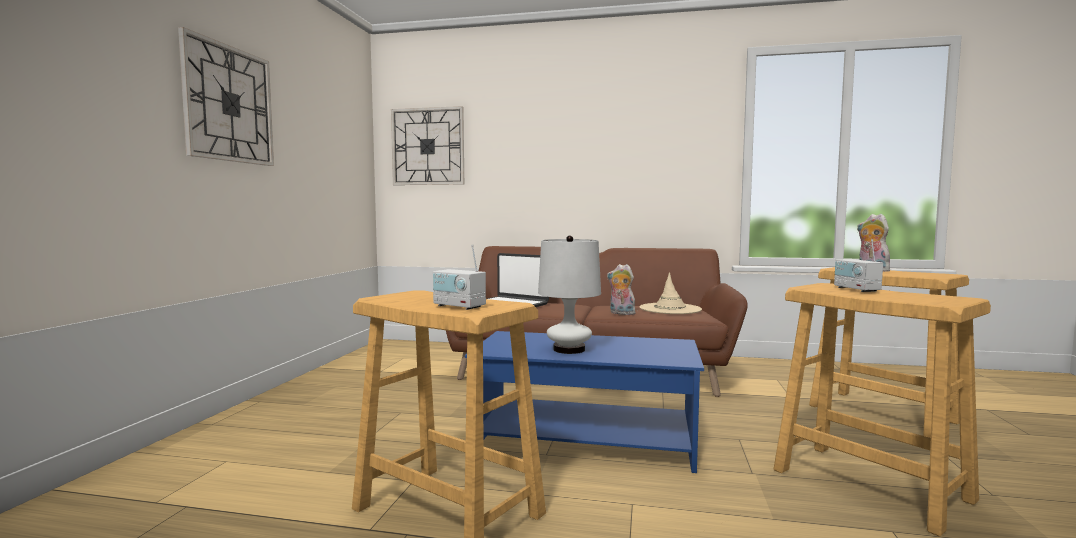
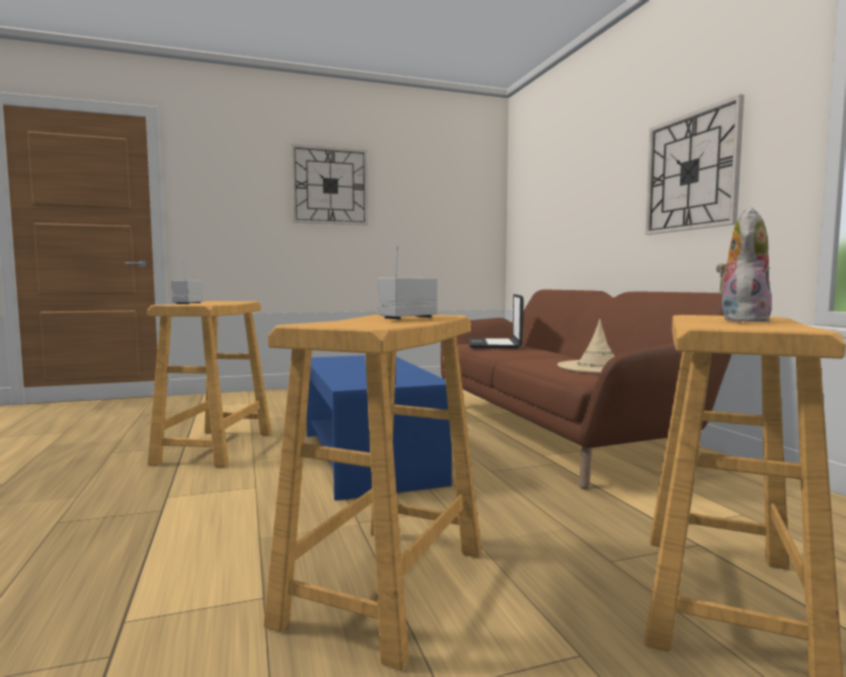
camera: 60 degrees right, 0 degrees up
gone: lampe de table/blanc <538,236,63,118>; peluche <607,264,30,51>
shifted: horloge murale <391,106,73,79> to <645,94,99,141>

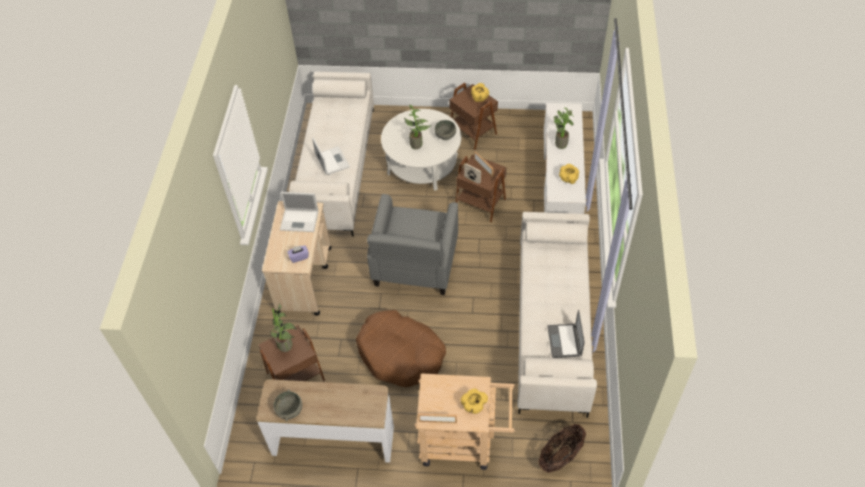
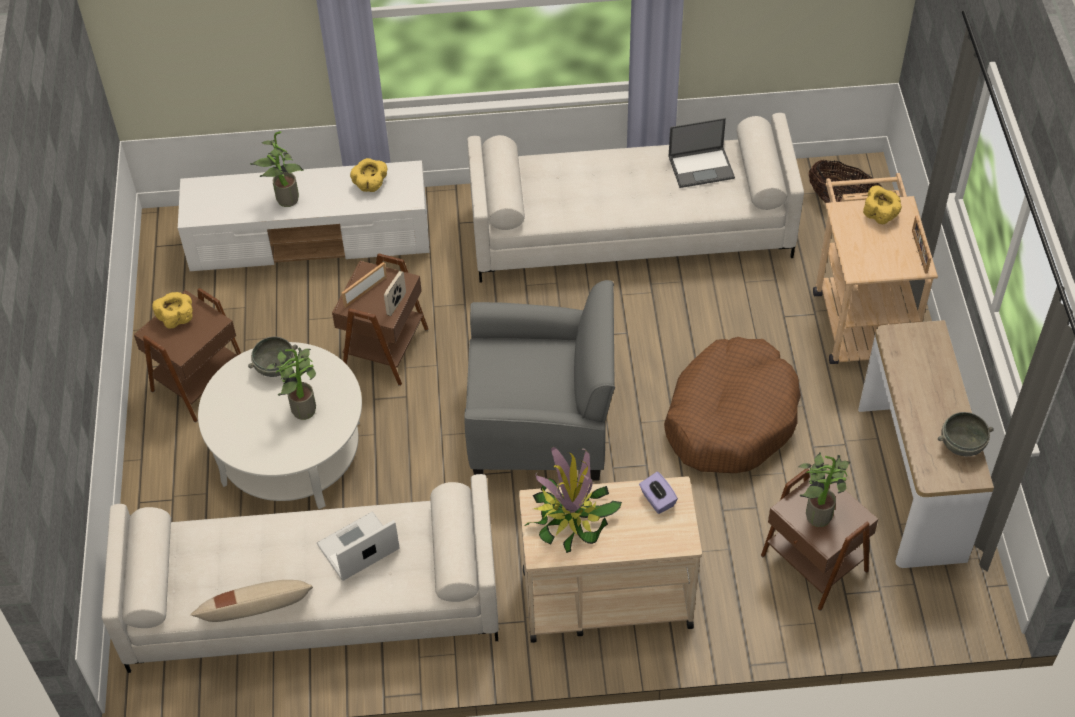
camera: 100 degrees left, 0 degrees up
new: coussin/beige <190,580,123,42>
swapped: ordinateur portable <280,192,38,40> to plante en pot <524,447,98,106>

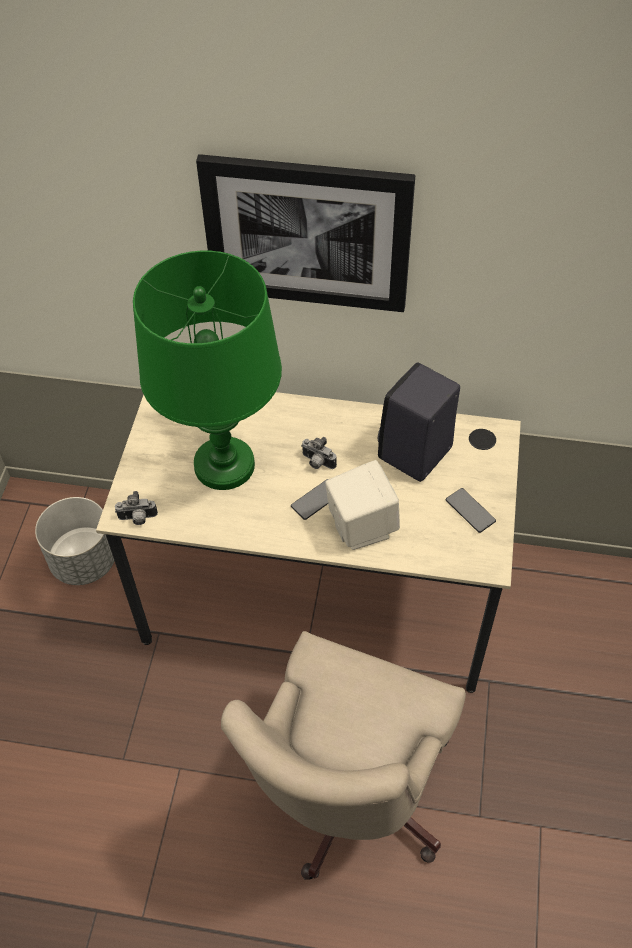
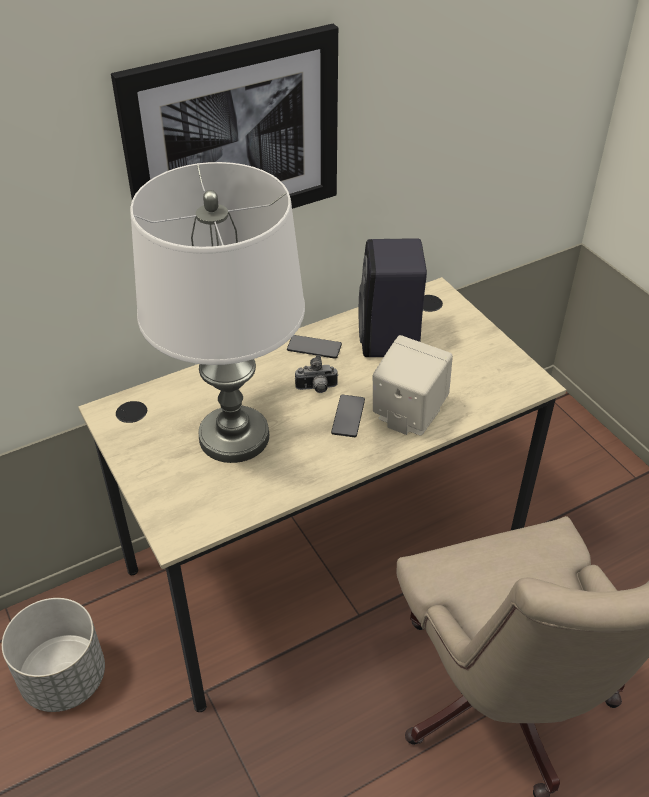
camera: 40 degrees left, 10 degrees down
gone: appareil photo <115,491,43,34>
shifted: téléphone <446,488,50,45> to <287,335,55,24>
repainted: lampe de table/vert <133,251,149,239> to lampe de table/blanc <130,162,175,301>

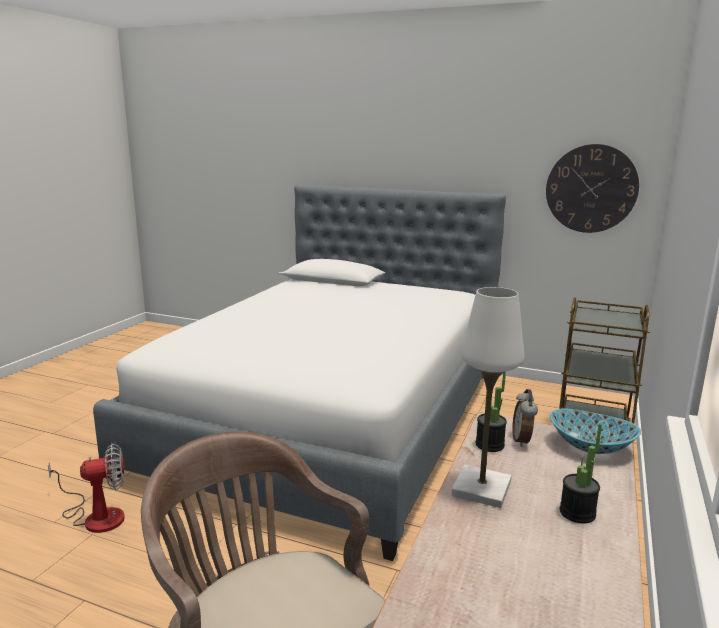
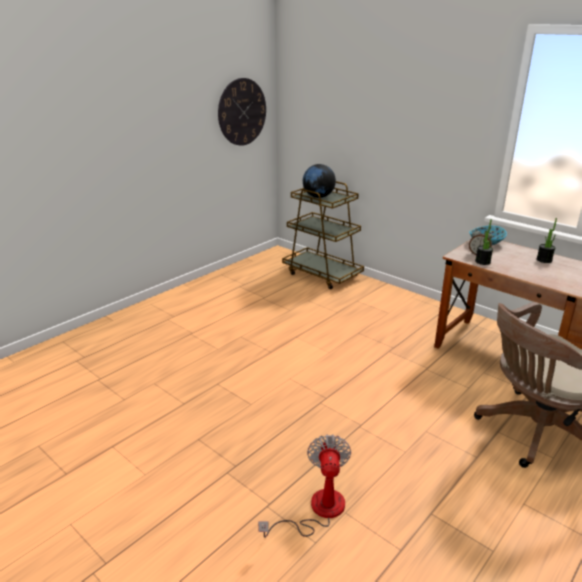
camera: 70 degrees left, 10 degrees up
gone: lit <93,184,413,377>; lampe de table/blanc <451,287,73,221>
new: globe <303,164,33,34>

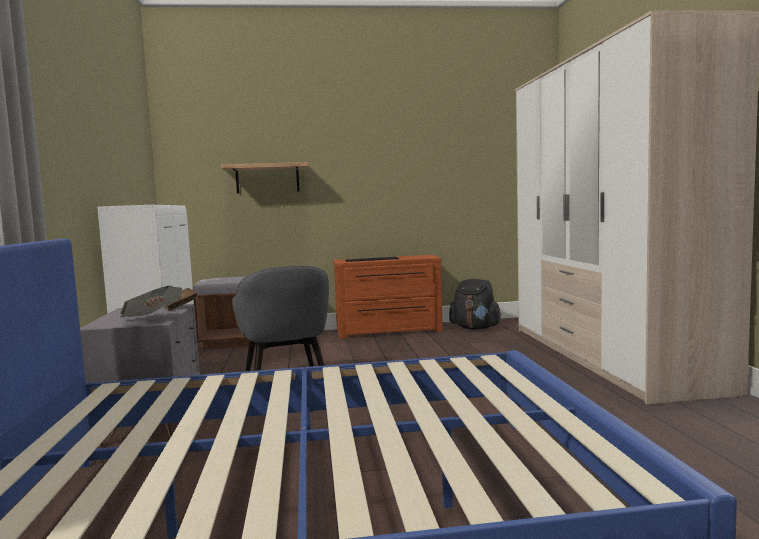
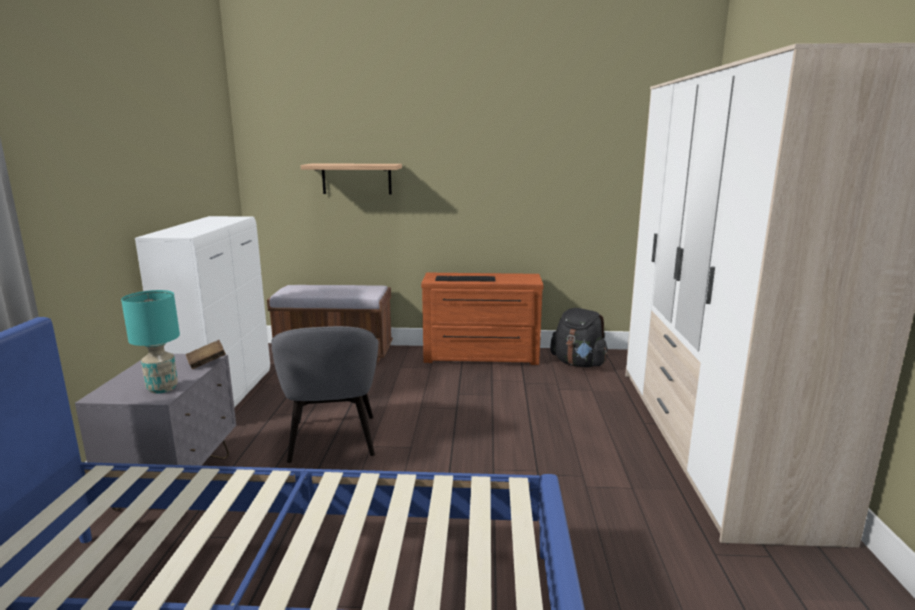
camera: 10 degrees right, 10 degrees up
swapped: journal <120,286,62,31> to lampe de table/turquoise <121,290,59,104>

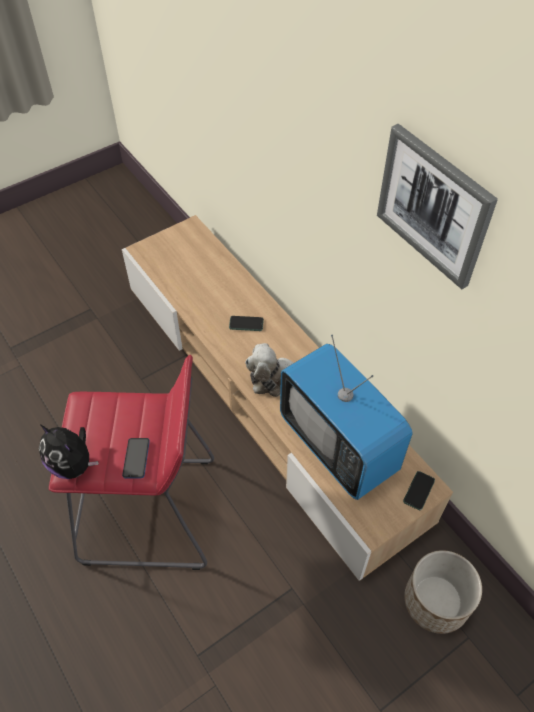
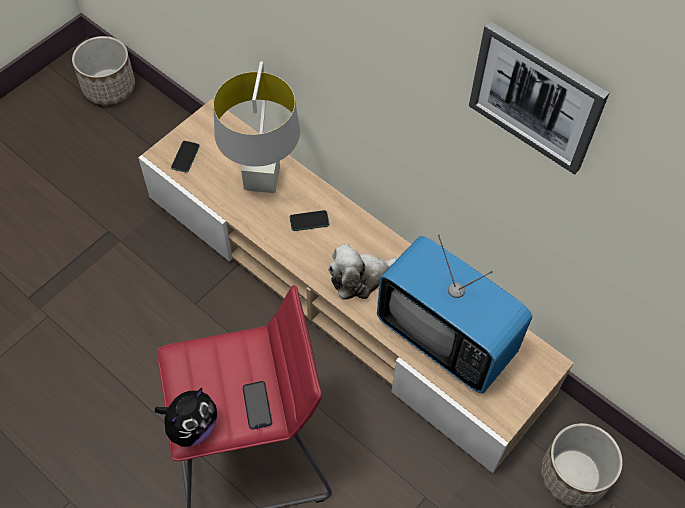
camera: 15 degrees left, 5 degrees up
new: cache-pot <72,36,63,69>; lampe de table/gris <213,61,87,132>
shifted: téléphone <403,471,32,39> to <171,141,29,32>
rotated: peluche <39,425,60,54> = <155,388,62,59> 75 degrees counterclockwise

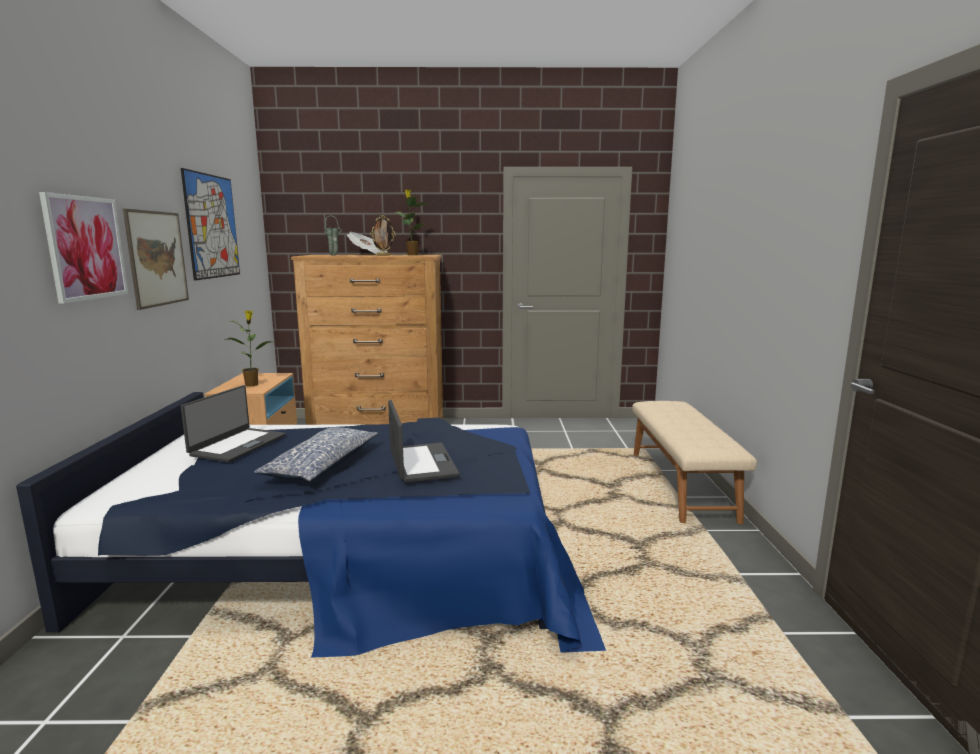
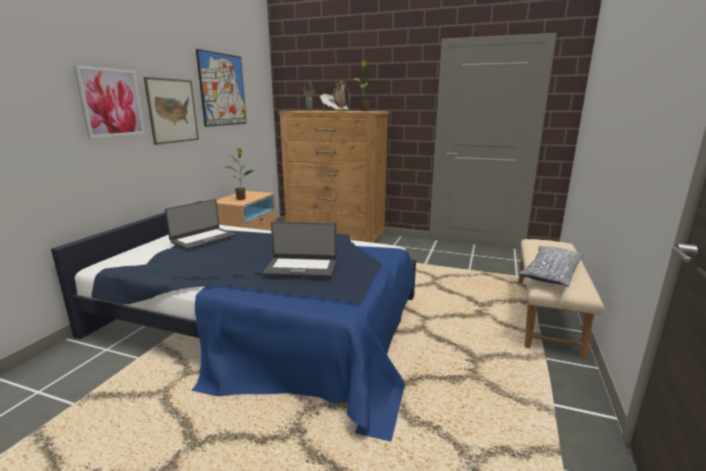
camera: 20 degrees right, 5 degrees up
shifted: coussin <254,427,124,55> to <518,246,65,41>
rotated: ordinateur portable <388,400,71,82> = <263,222,73,55> 90 degrees clockwise

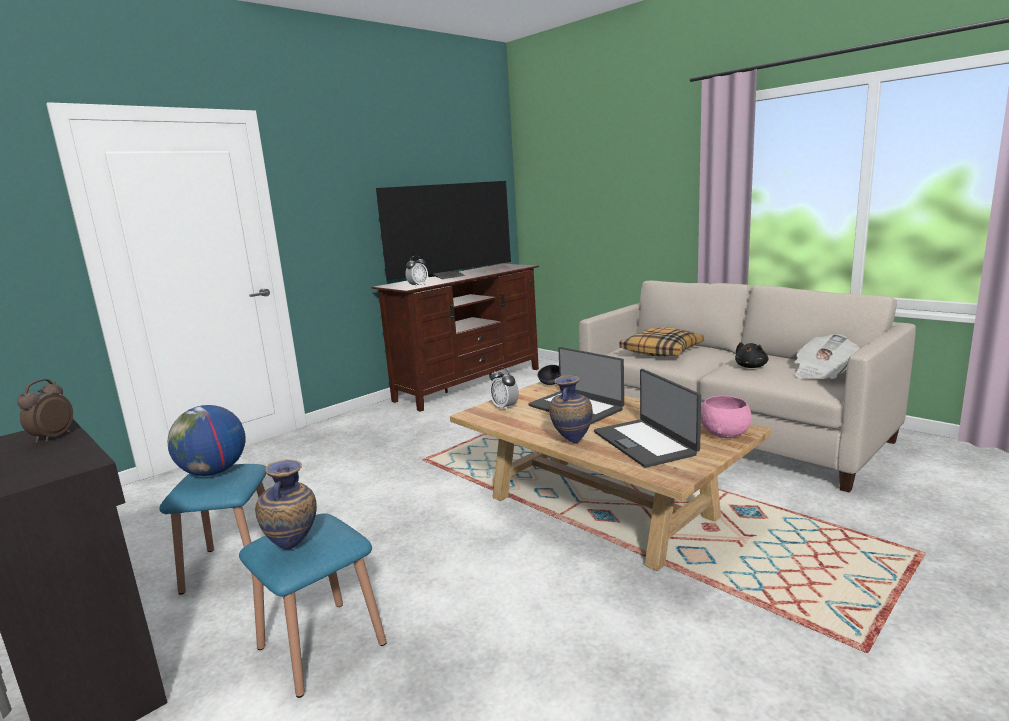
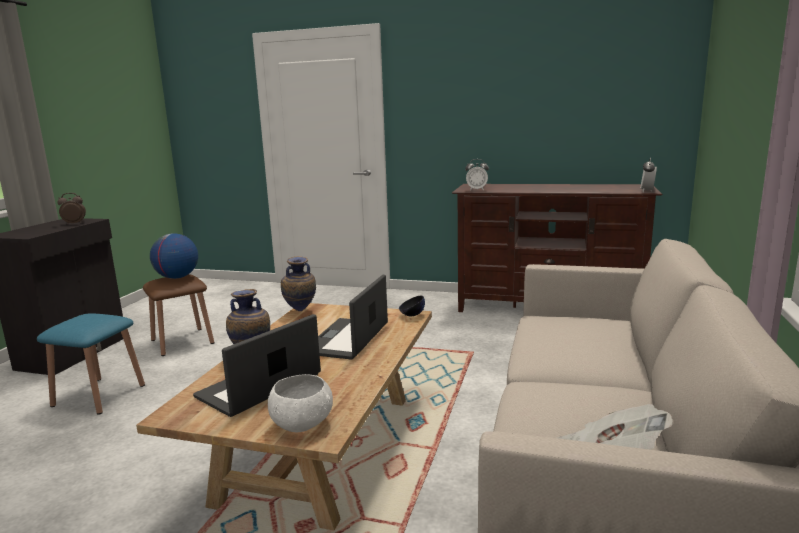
camera: 60 degrees right, 0 degrees up
gone: téléviseur <376,181,135,99>; coussin <619,327,84,30>; peluche/noir <735,342,33,26>
shifted: vase <255,459,62,91> to <281,256,35,55>; réveil <490,367,29,44> to <640,157,17,35>
repainted: tabouret/bleu <159,464,108,131> to tabouret/marron <143,274,71,82>; bol/rose <701,396,51,42> to bol/blanc <268,374,65,58>

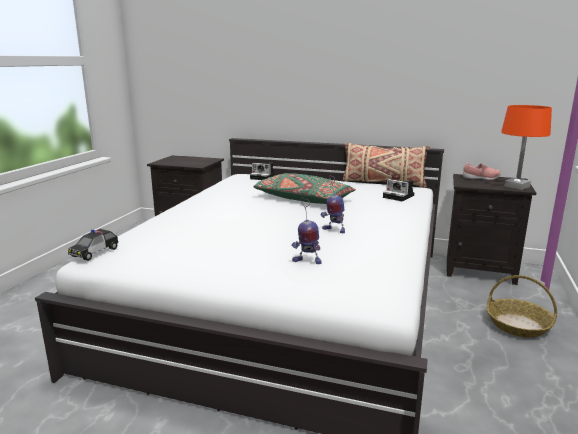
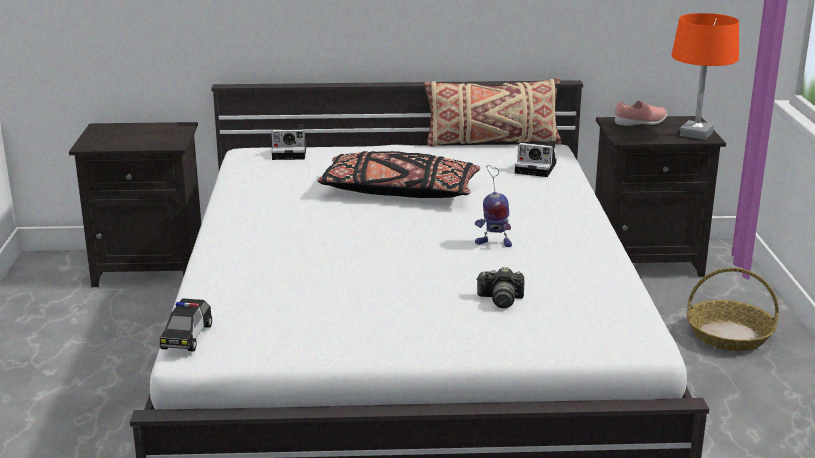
camera: 20 degrees left, 5 degrees up
swapped: robot jouet <292,198,30,66> to appareil photo <476,267,48,41>
repainted: coussin/vert <253,173,103,31> to coussin/noir <317,151,163,47>

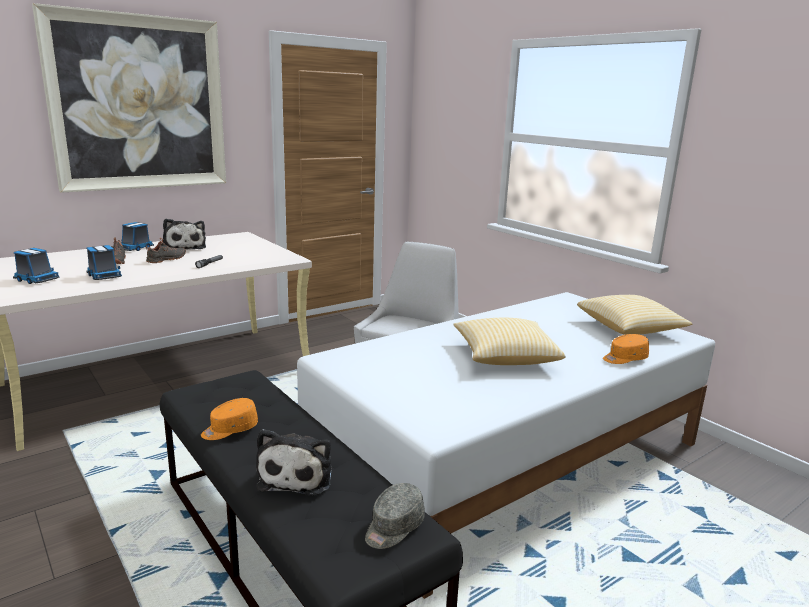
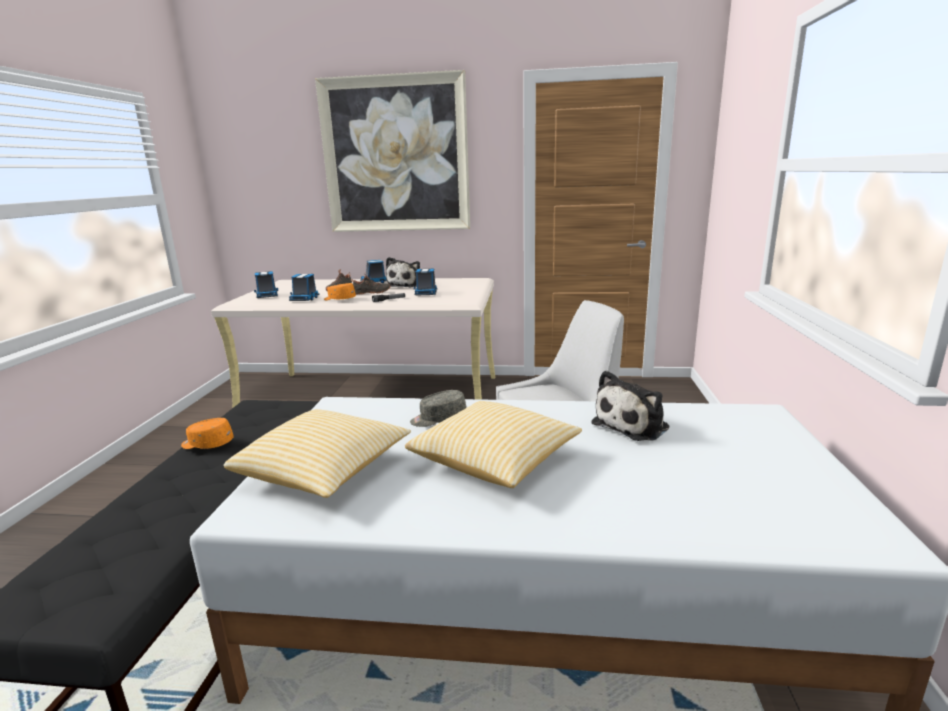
camera: 45 degrees right, 0 degrees up
new: camion jouet <414,269,23,26>
shifted: peluche <256,429,76,67> to <591,371,78,70>; casquette/gris <365,483,60,66> to <410,390,57,37>; coussin <577,295,116,40> to <224,409,187,89>; casquette/orange <603,334,46,30> to <324,283,32,17>

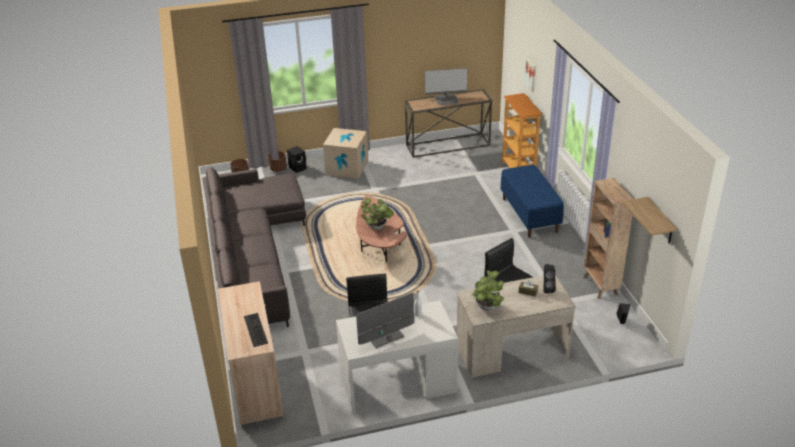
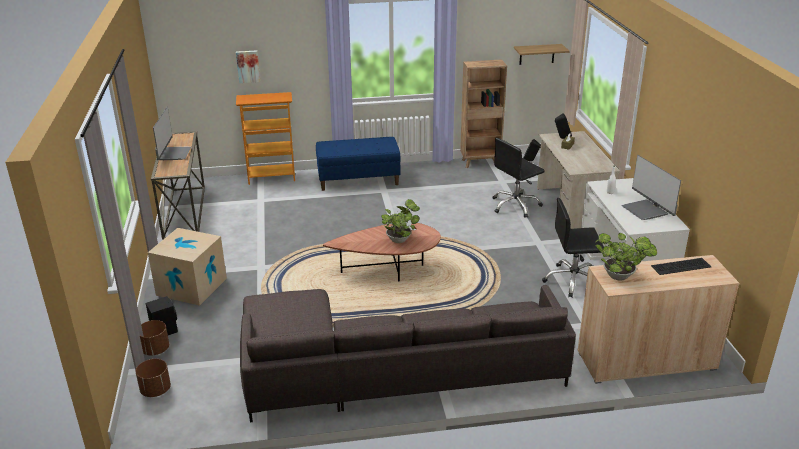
camera: 85 degrees left, 5 degrees down
shifted: plante en pot <473,270,31,41> to <595,233,62,47>

